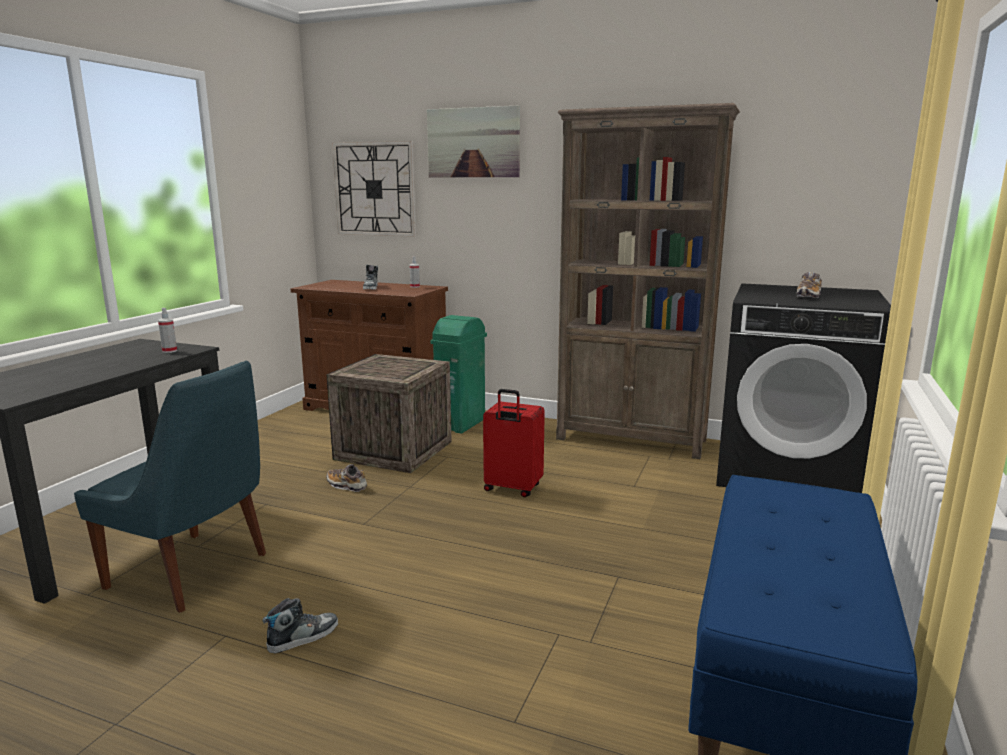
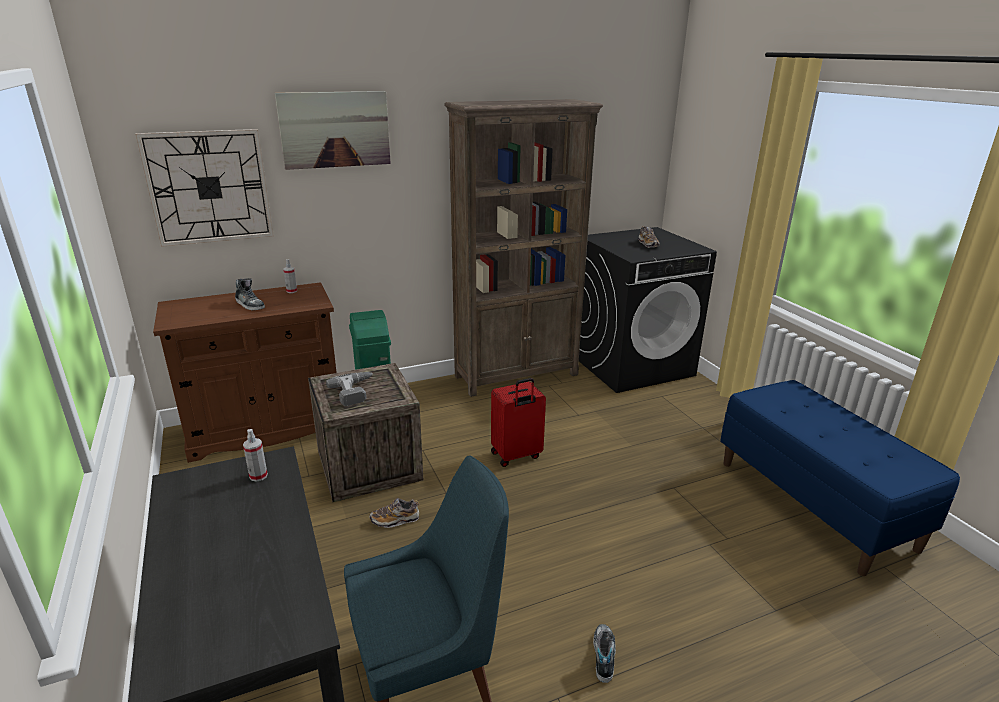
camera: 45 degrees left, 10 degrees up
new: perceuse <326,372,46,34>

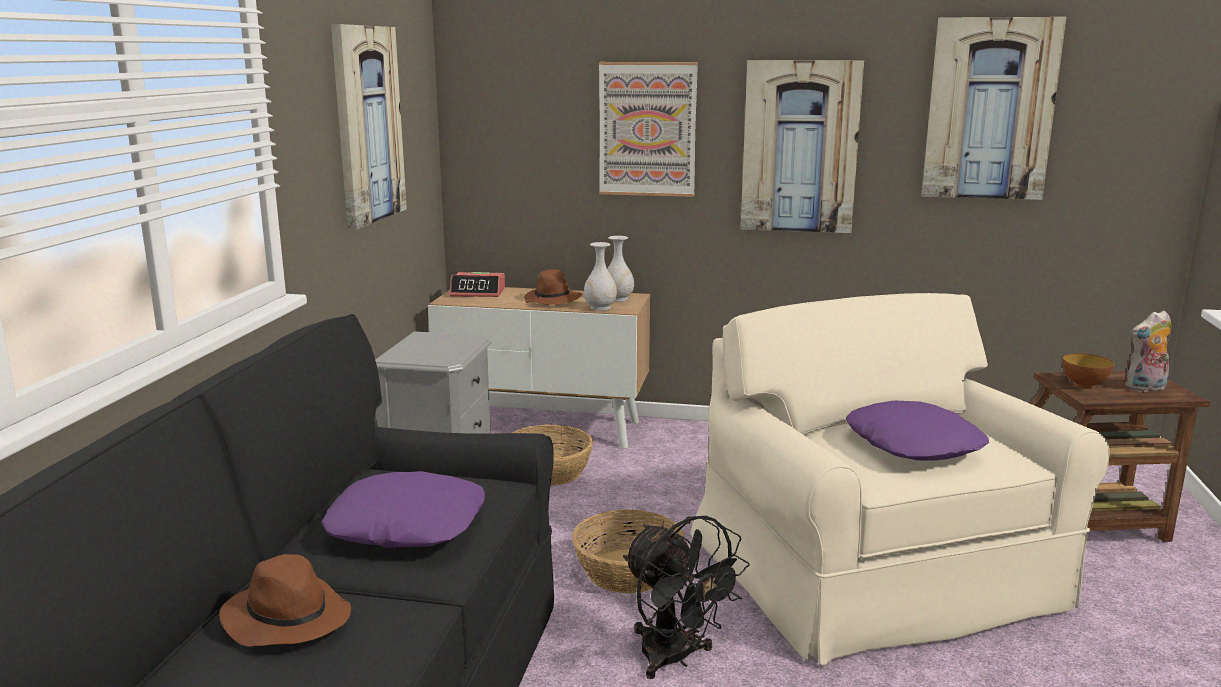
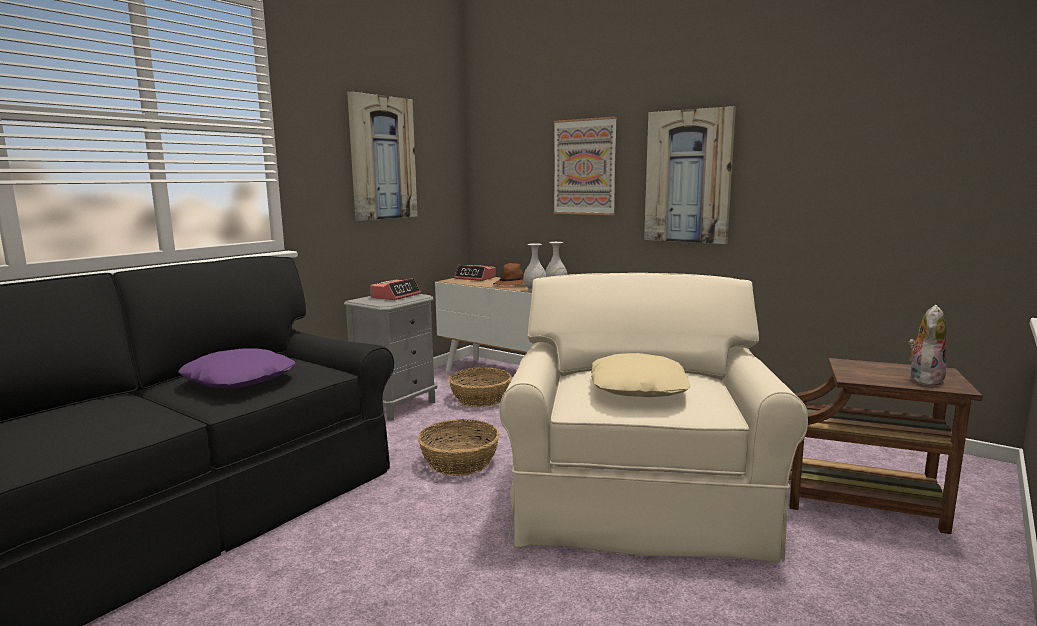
camera: 25 degrees right, 5 degrees down
gone: chapeau/marron <219,554,132,93>; ventilateur/noir <623,516,127,163>; tableau <922,17,145,183>; bol <1062,353,52,35>
new: réveil <370,278,51,22>
repainted: coussin/violet <846,401,143,60> to coussin/beige <591,353,99,44>
rotated: peluche <1125,310,46,82> = <908,305,39,80> 120 degrees clockwise

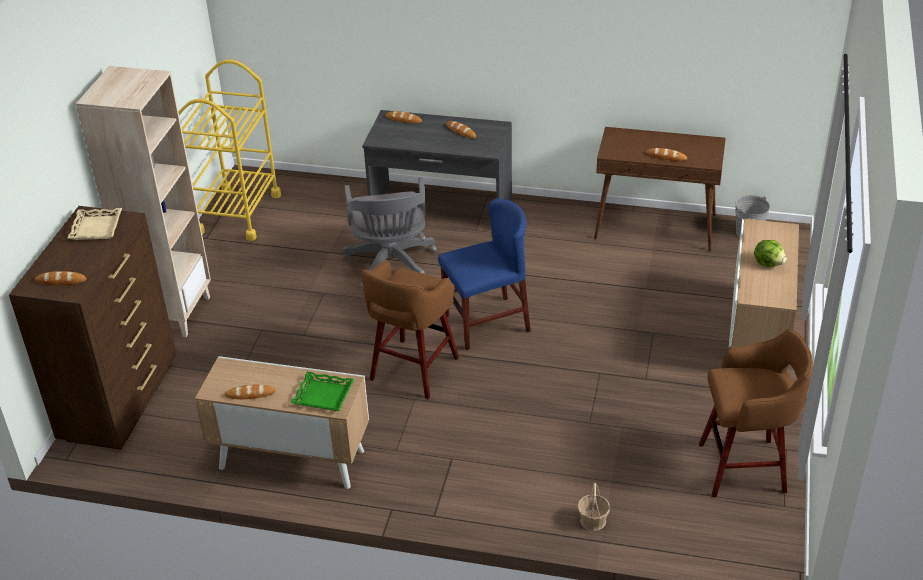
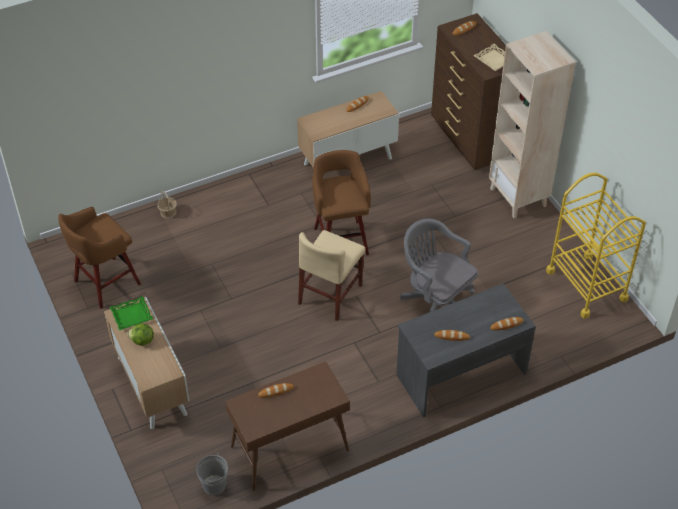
camera: 140 degrees right, 10 degrees up
shifted: plateau/vert <291,372,63,39> to <110,296,43,34>
repainted: chaise/bleu <438,199,93,151> to chaise/beige <298,230,67,91>

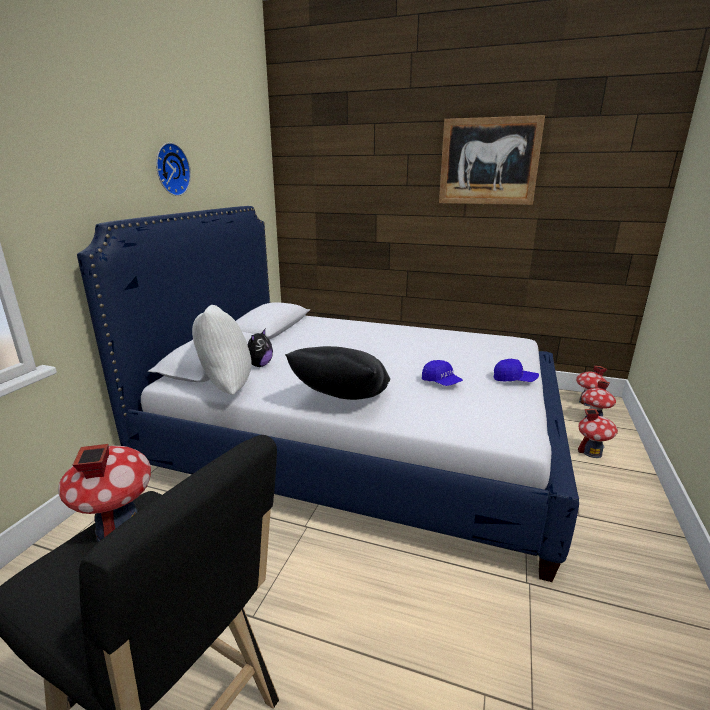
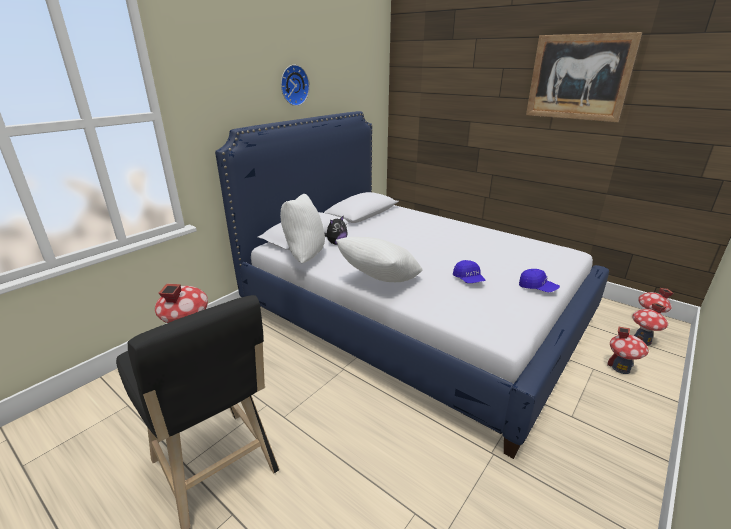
camera: 20 degrees right, 5 degrees up
repainted: coussin/noir <285,346,105,54> to coussin/blanc <336,237,87,45>

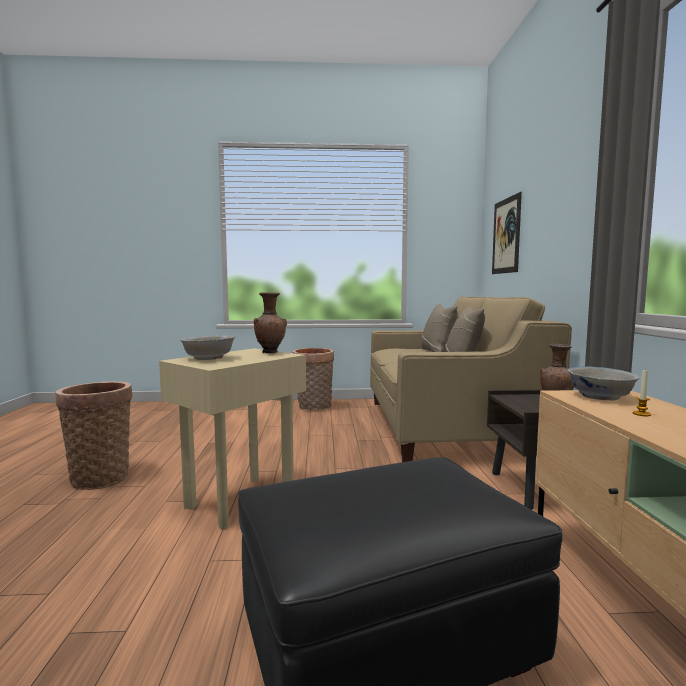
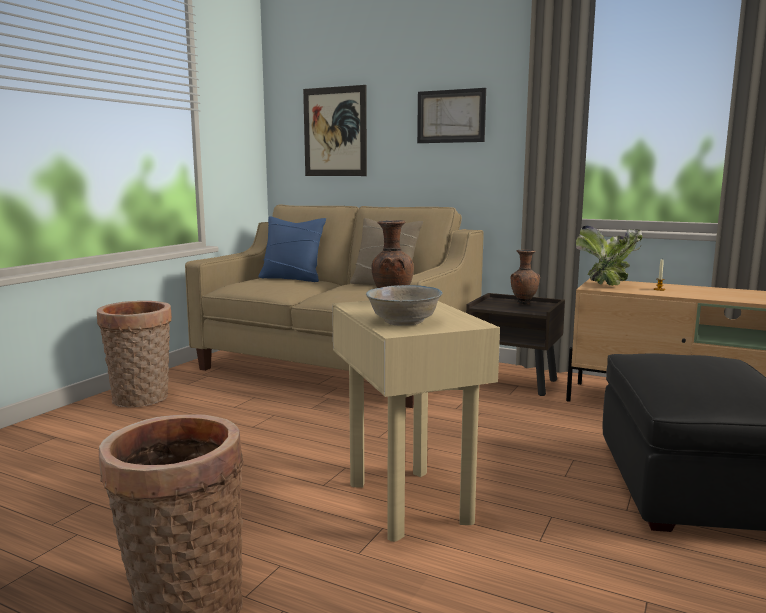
camera: 60 degrees left, 5 degrees up
new: tableau <417,88,69,55>
swapped: bol/blanc <568,366,72,35> to plante en pot <576,225,67,61>
repainted: coussin/beige <421,304,36,48> to coussin/bleu <258,216,68,66>

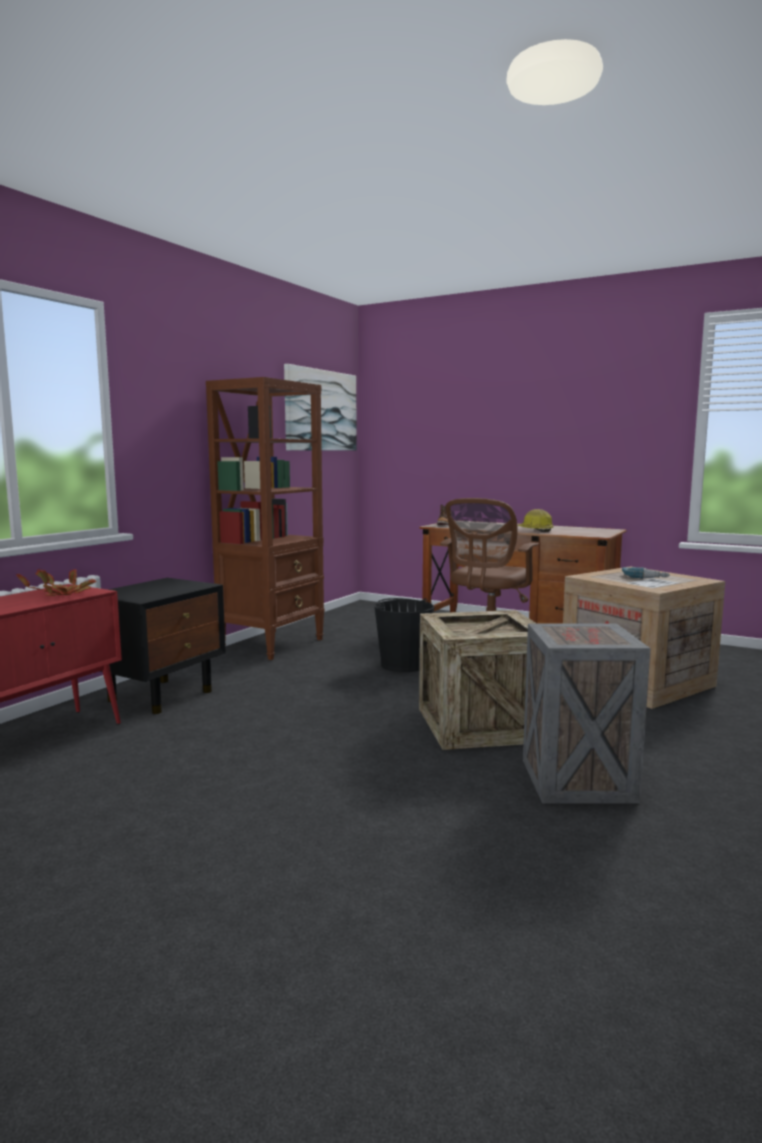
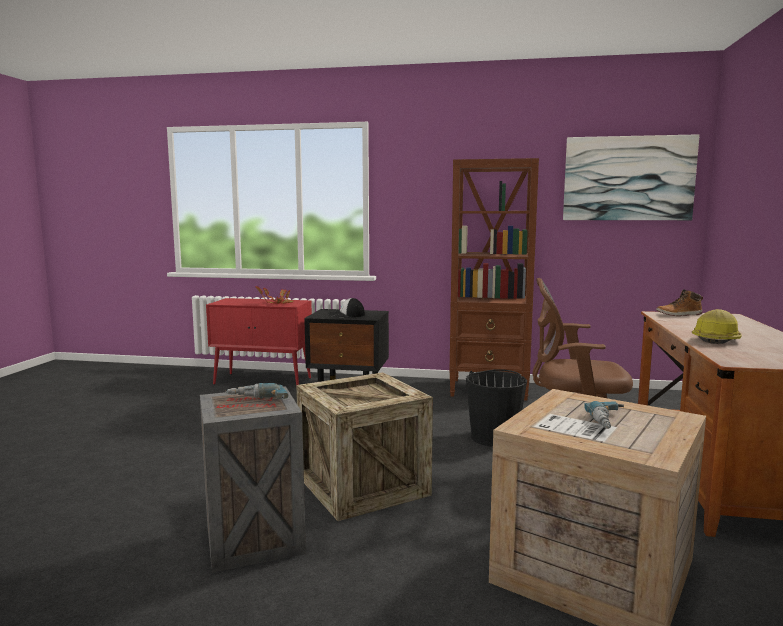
camera: 70 degrees right, 0 degrees up
new: perceuse <226,383,62,16>; casquette <328,298,37,19>

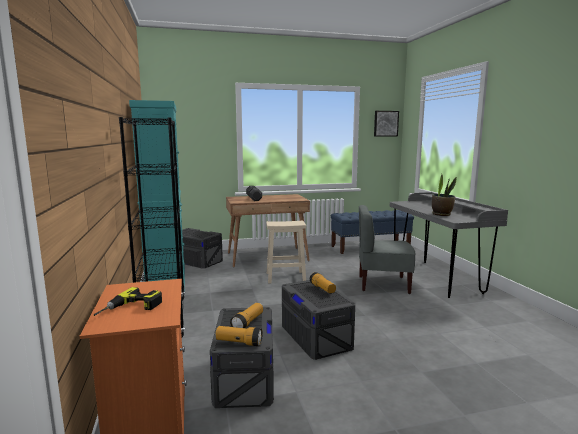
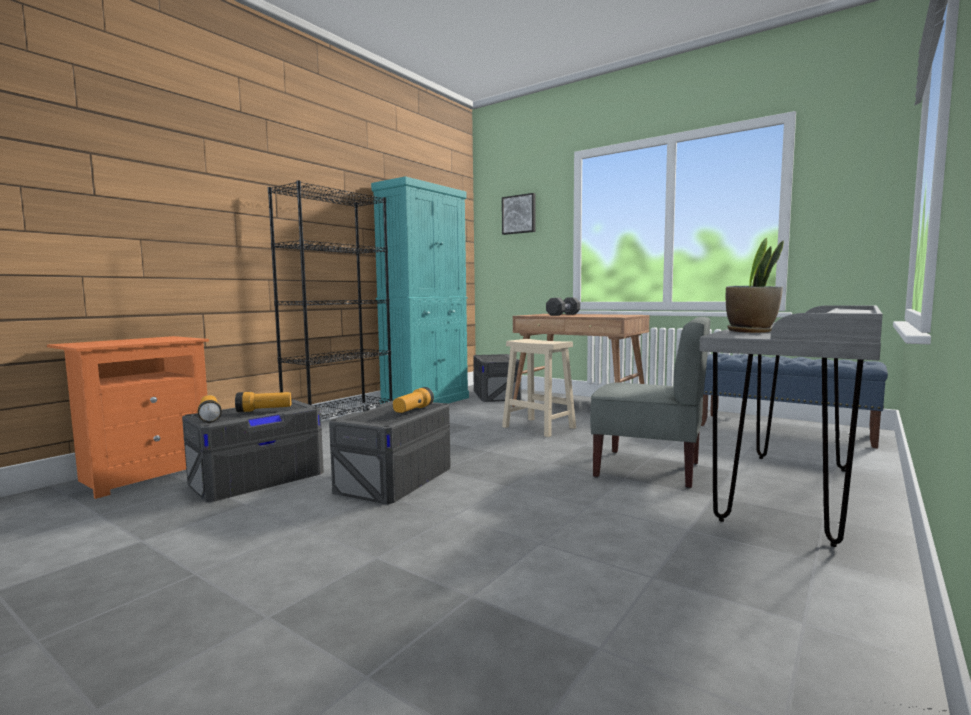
camera: 50 degrees right, 5 degrees down
gone: perceuse <94,287,68,29>
shifted: tableau <374,111,25,25> to <502,193,33,42>
rotated: chaise/gris <359,205,57,89> = <590,317,120,171> 150 degrees clockwise

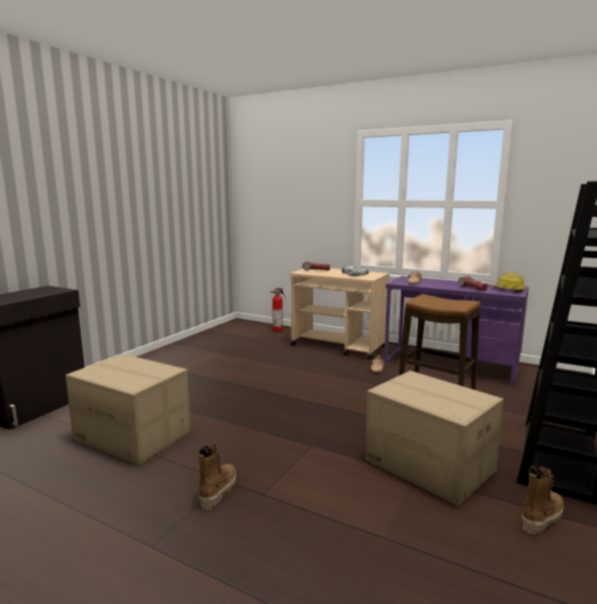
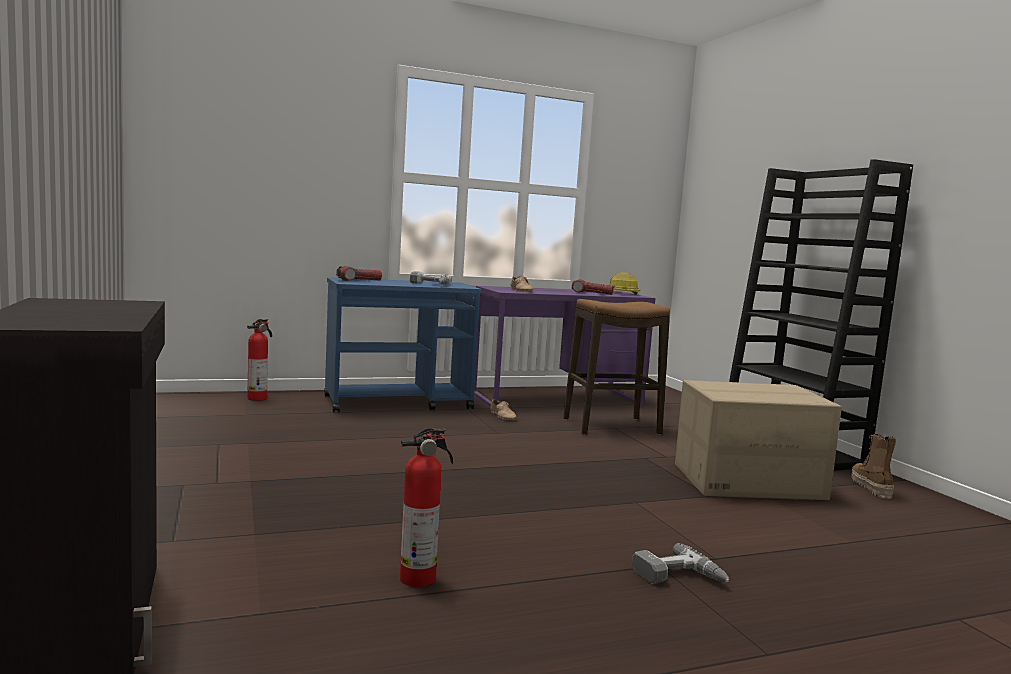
camera: 50 degrees left, 5 degrees down
swapped: carton <65,354,126,111> to extincteur <400,428,53,159>; botte <198,445,38,65> to perceuse <632,543,97,41>
repainted: chariot/beige <290,268,100,91> to chariot/bleu <324,277,158,135>

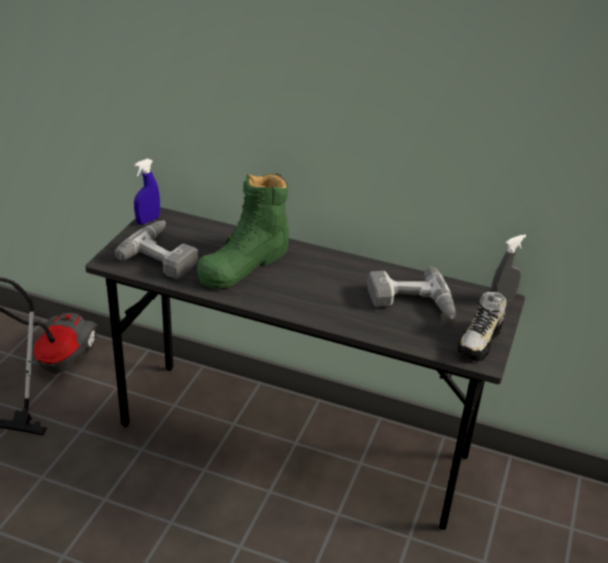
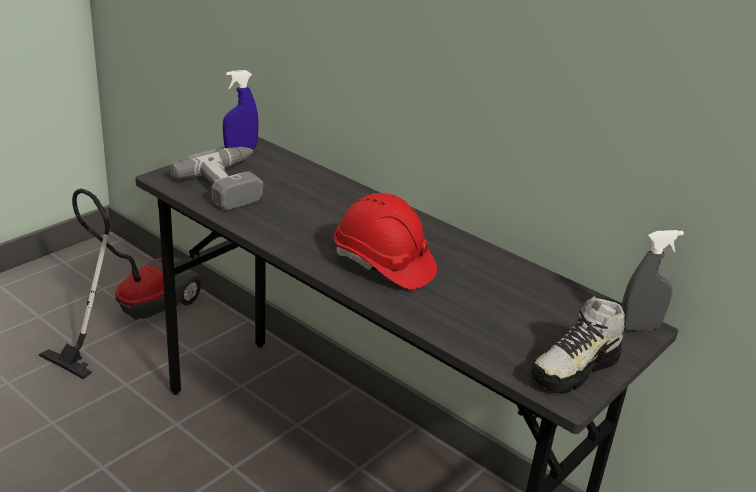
camera: 20 degrees right, 5 degrees down
gone: botte/vert <197,173,92,116>; perceuse <367,267,89,52>
new: casque de chantier/rouge <334,193,103,97>

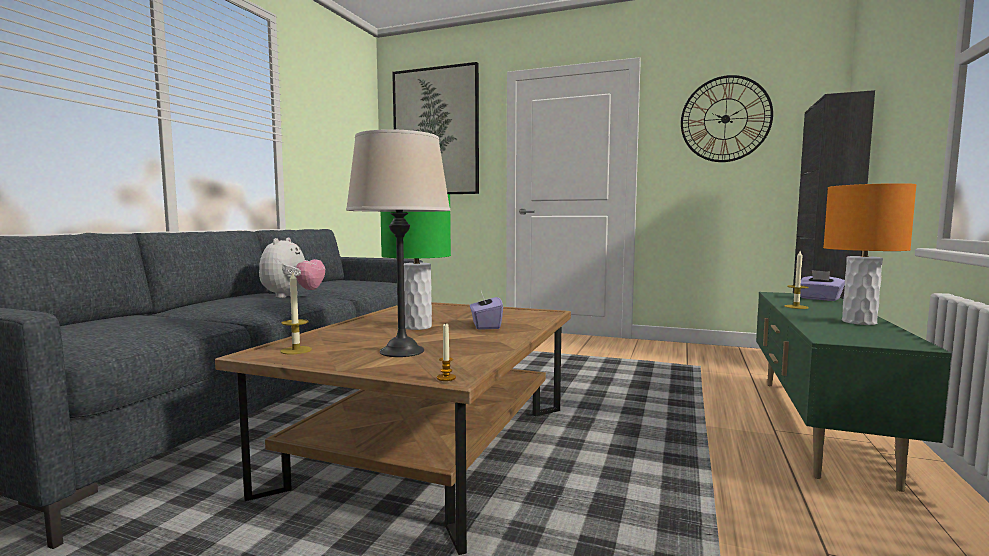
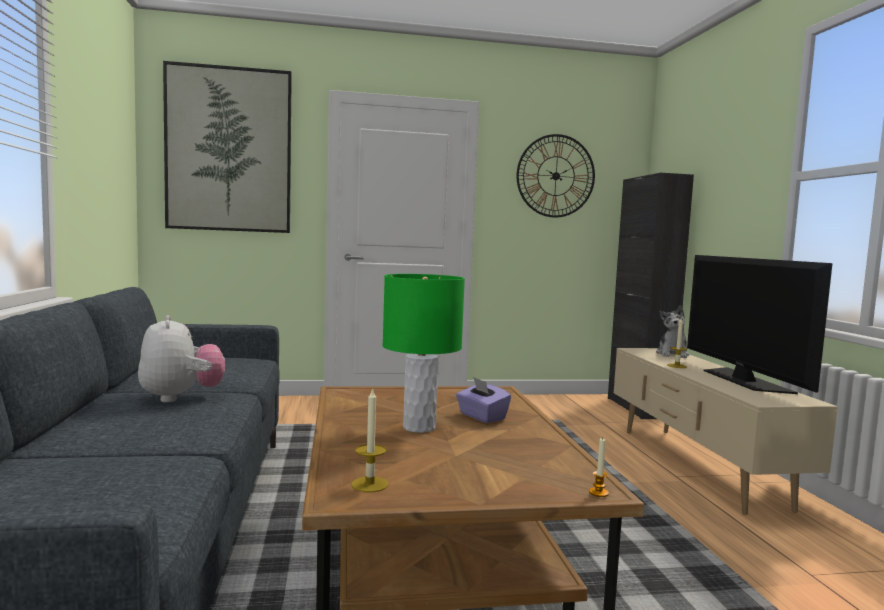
camera: 30 degrees left, 0 degrees up
gone: lampe de table/beige <346,129,105,228>
swapped: boîte à mouchoirs/violet <800,270,45,31> to peluche <656,305,33,53>; lampe de table/orange <823,183,94,142> to téléviseur <687,255,146,139>
repainted: meuble télé/vert <756,292,196,200> to meuble télé/beige <614,348,224,167>

